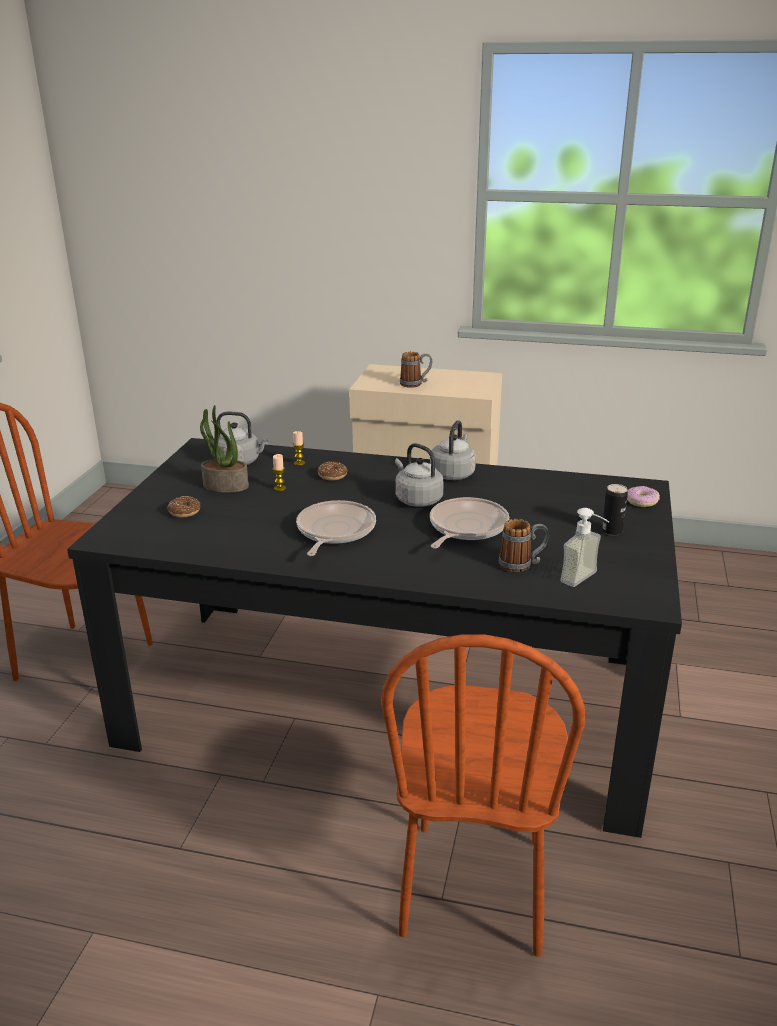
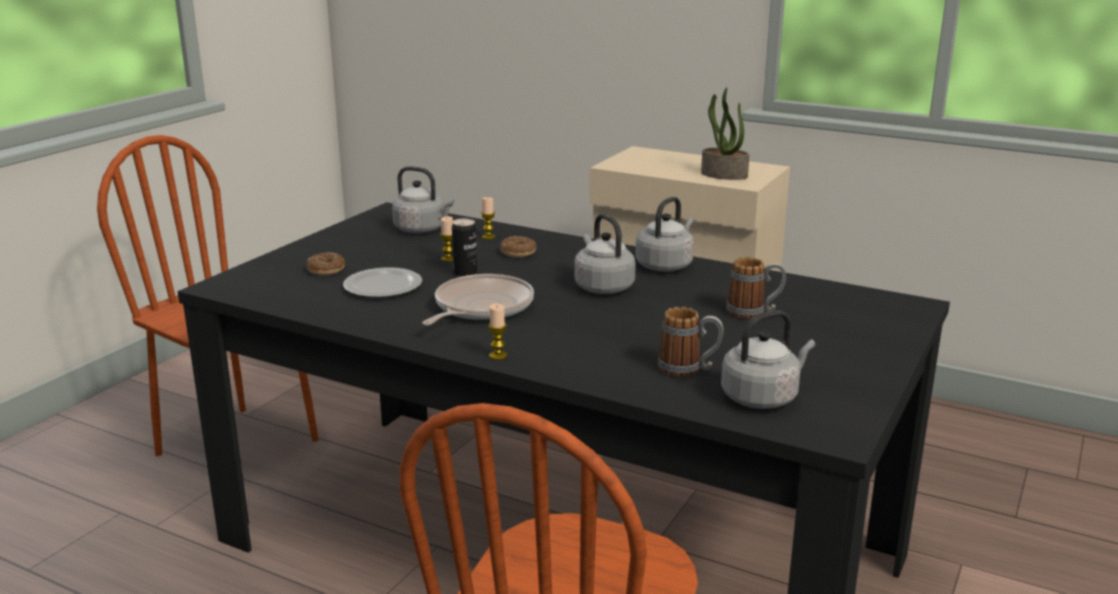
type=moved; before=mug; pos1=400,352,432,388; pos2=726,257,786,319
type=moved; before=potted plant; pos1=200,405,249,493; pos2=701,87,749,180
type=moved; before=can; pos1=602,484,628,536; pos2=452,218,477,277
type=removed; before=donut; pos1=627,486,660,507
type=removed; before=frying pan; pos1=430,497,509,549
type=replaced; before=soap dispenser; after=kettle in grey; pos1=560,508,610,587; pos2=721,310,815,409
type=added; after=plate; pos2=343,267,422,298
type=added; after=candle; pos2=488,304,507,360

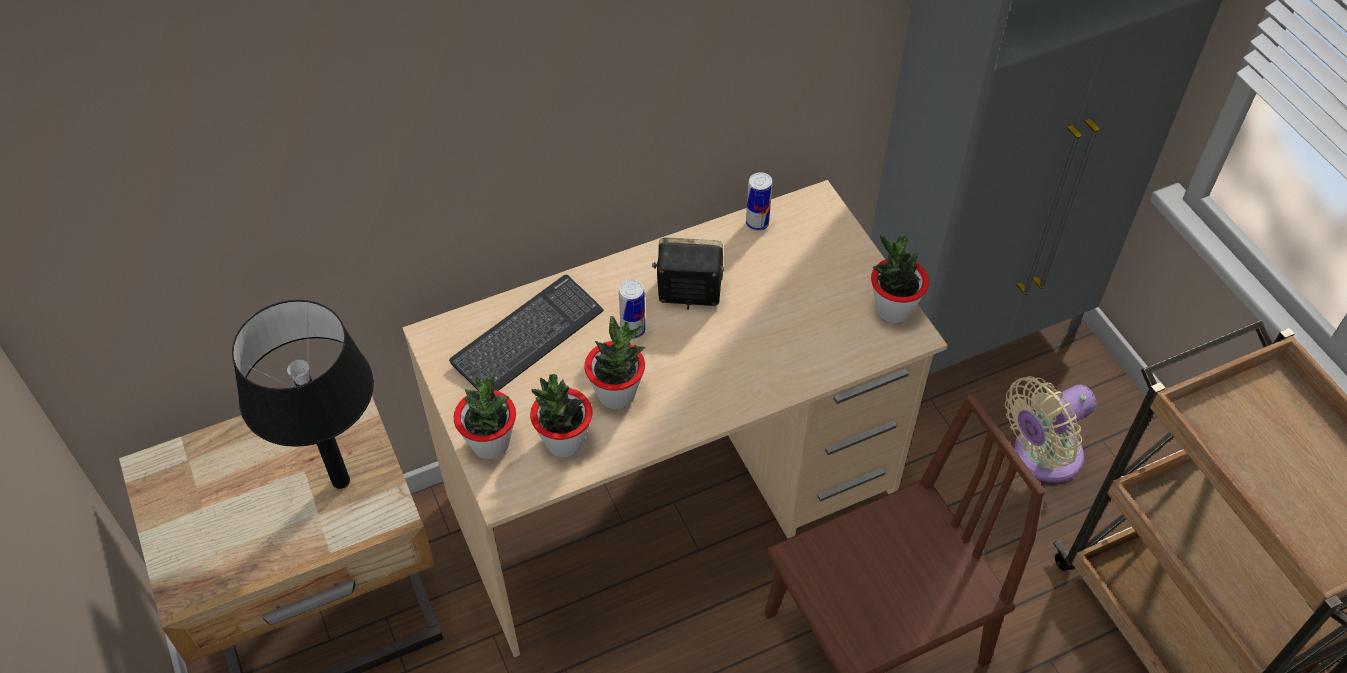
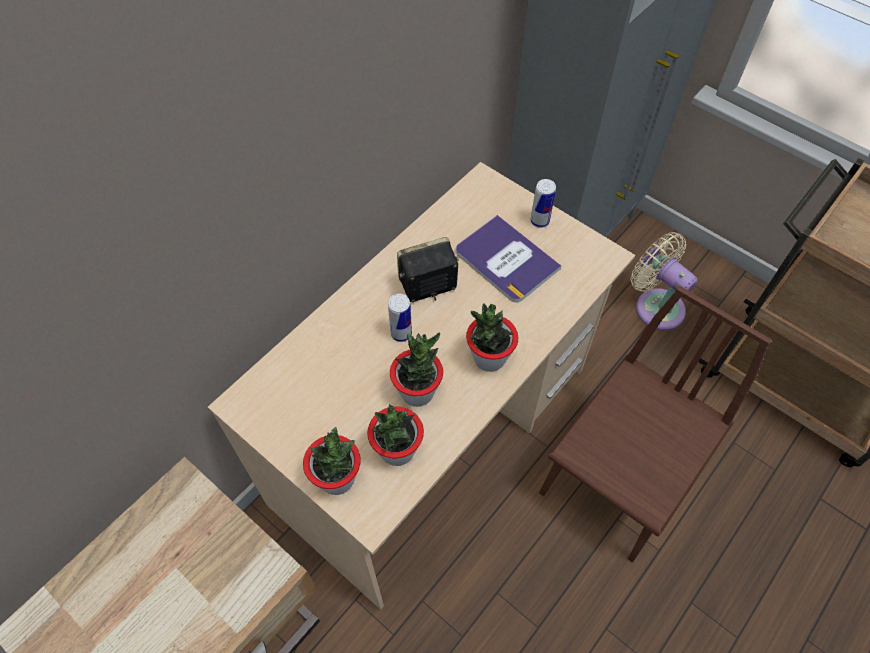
type=moved; before=can; pos1=746,172,772,231; pos2=530,179,556,228
type=moved; before=potted plant; pos1=871,234,929,323; pos2=466,303,518,372
type=removed; before=keyboard; pos1=449,275,604,391
type=removed; before=table lamp in black; pos1=232,300,374,489
type=turned; before=fan in beige; pos1=1005,376,1097,483; pos2=630,232,698,330; turn=105
type=added; after=book; pos2=456,215,561,303

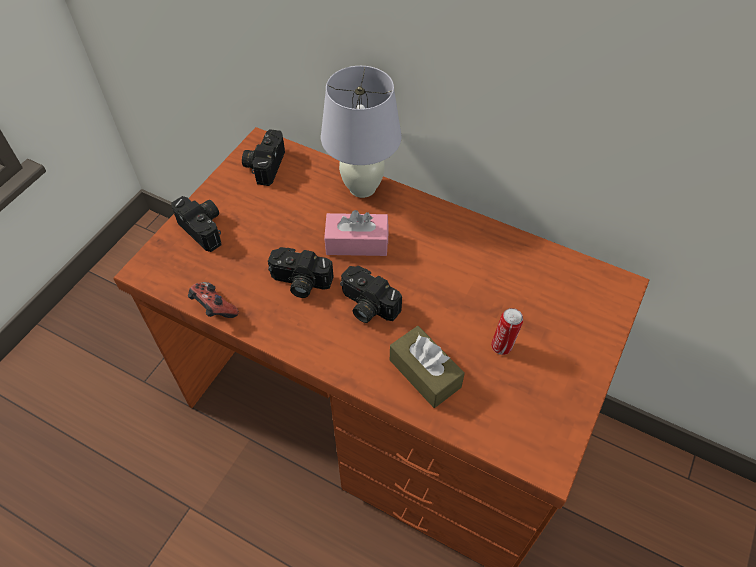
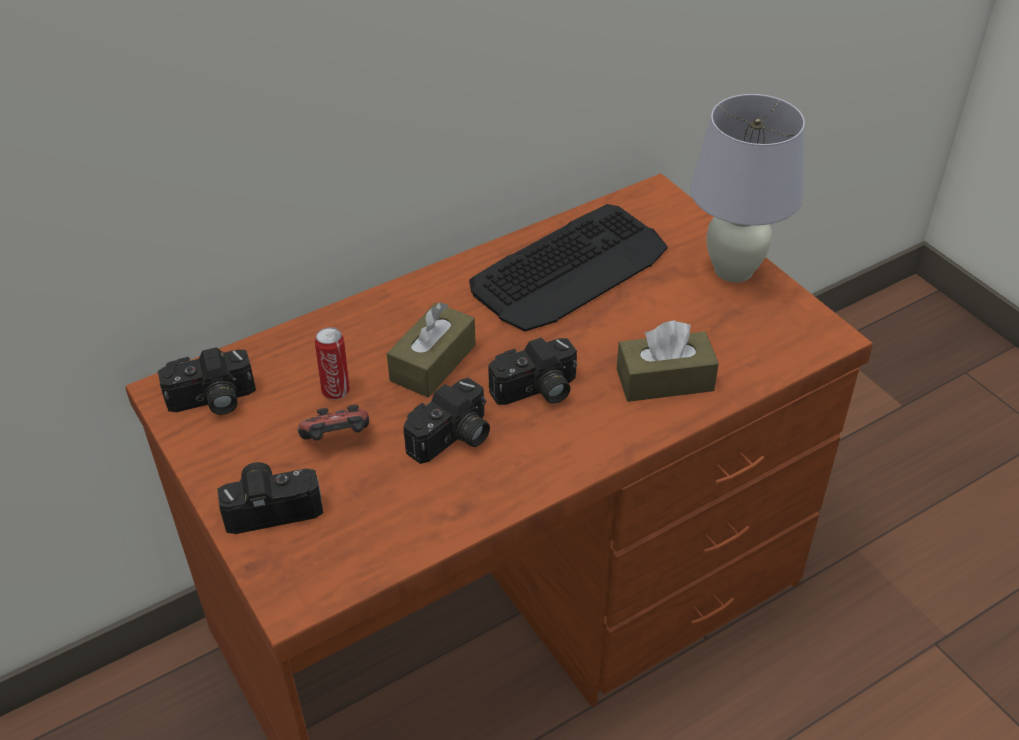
type=moved; before=table lamp in white; pos1=321,66,402,198; pos2=690,94,805,283
type=turned; before=photo camera; pos1=242,129,285,186; pos2=158,347,256,415; turn=-60
type=recoloured; before=tissue box in pink; after=tissue box in brown; pos1=324,210,389,256; pos2=387,302,476,398
type=moved; before=game controller; pos1=188,282,239,318; pos2=298,405,369,441
type=moved; before=can; pos1=491,308,523,355; pos2=315,327,350,400
type=added; after=keyboard; pos2=469,204,668,332

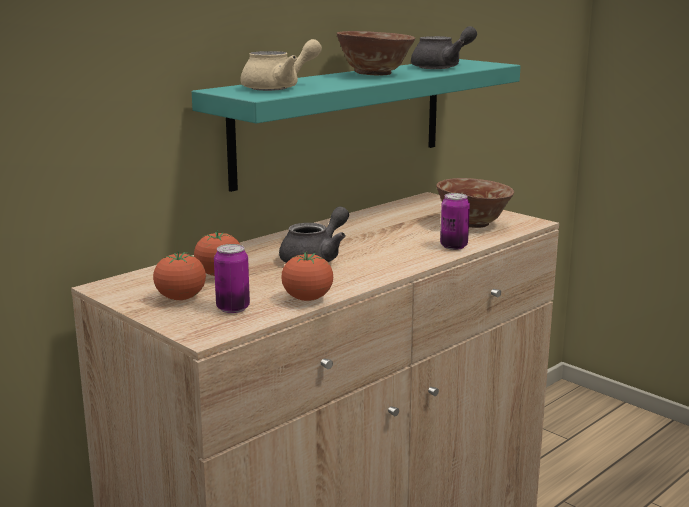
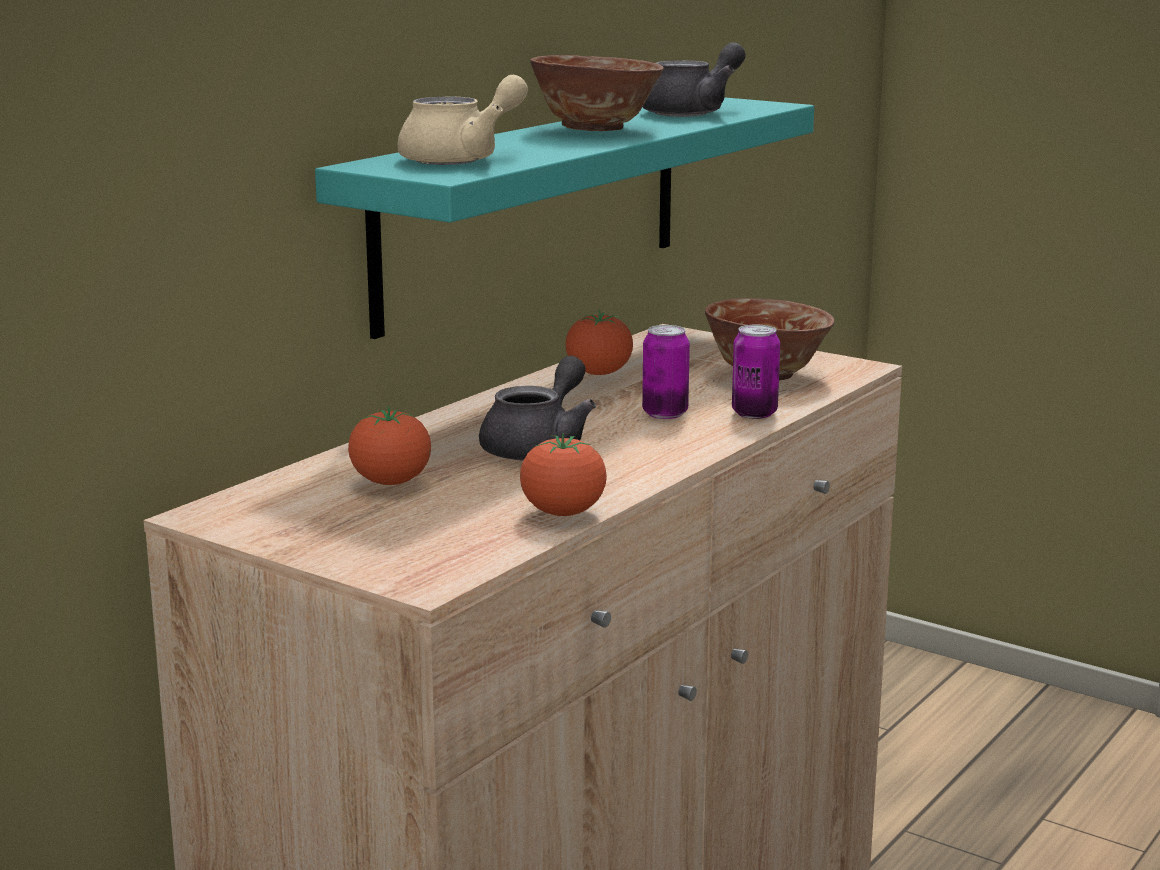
type=moved; before=can; pos1=214,244,250,313; pos2=642,325,690,419
type=moved; before=tomato; pos1=153,251,206,300; pos2=566,310,633,375

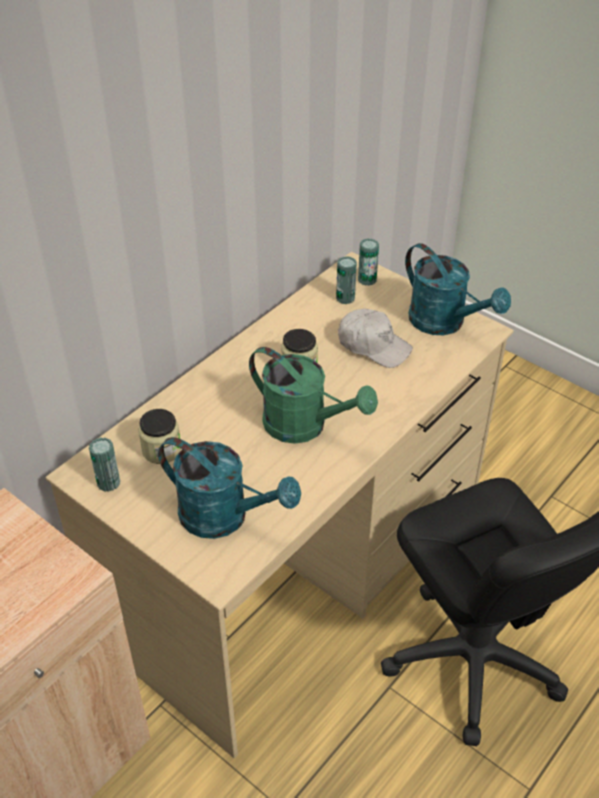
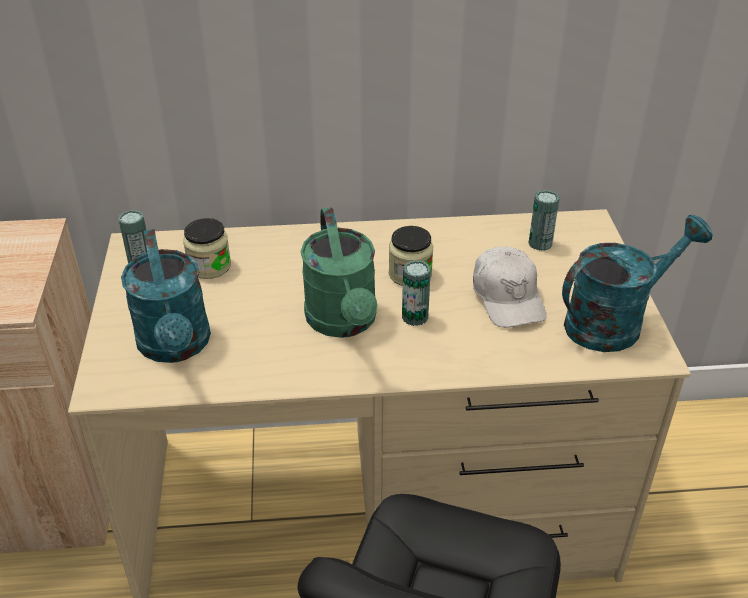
type=moved; before=can; pos1=358,238,379,286; pos2=402,260,431,326
type=turned; before=watering can in turquoise; pos1=405,243,511,335; pos2=562,215,713,352; turn=-120

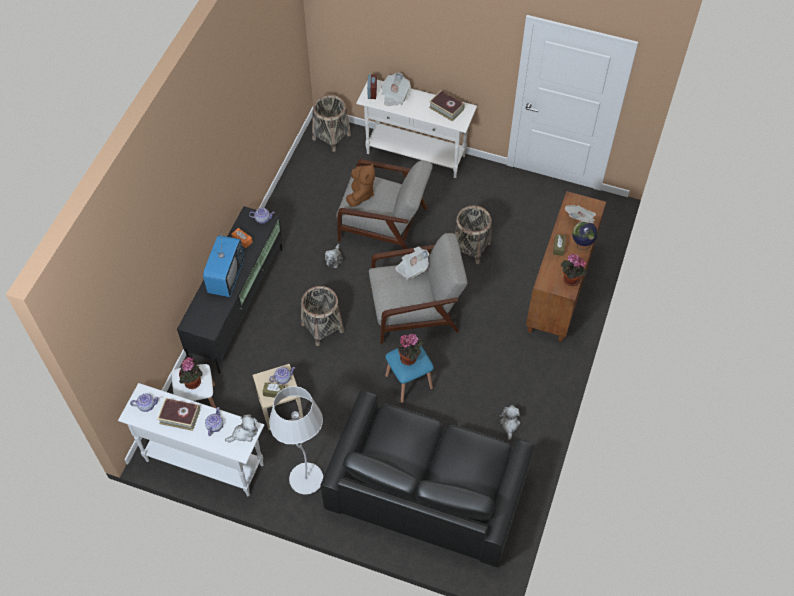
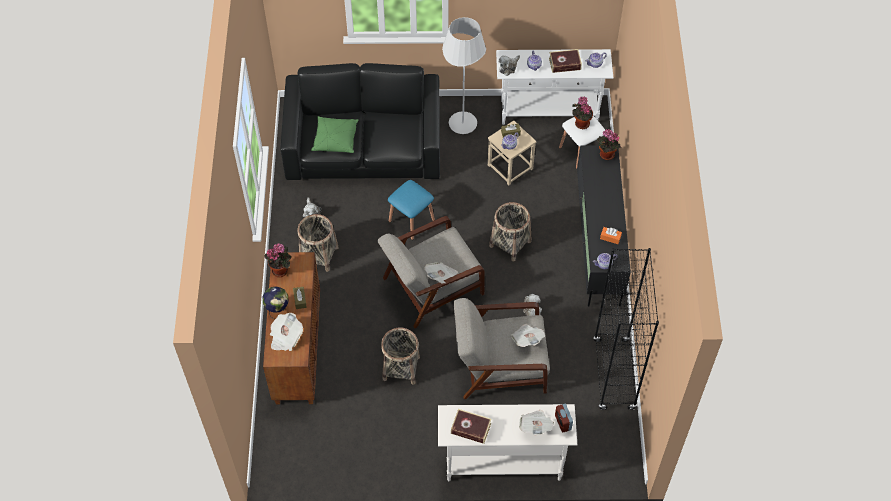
type=moved; before=basket; pos1=312,95,351,152; pos2=297,214,339,272
type=replaced; before=plush toy in brown; after=newspaper; pos1=346,163,375,207; pos2=511,324,545,347
type=removed; before=television; pos1=203,235,244,297
type=moved; before=potted plant; pos1=398,334,423,365; pos2=597,129,621,160
type=added; after=pillow in green; pos2=311,116,359,153
type=added; after=bookcase in black; pos2=593,248,659,410

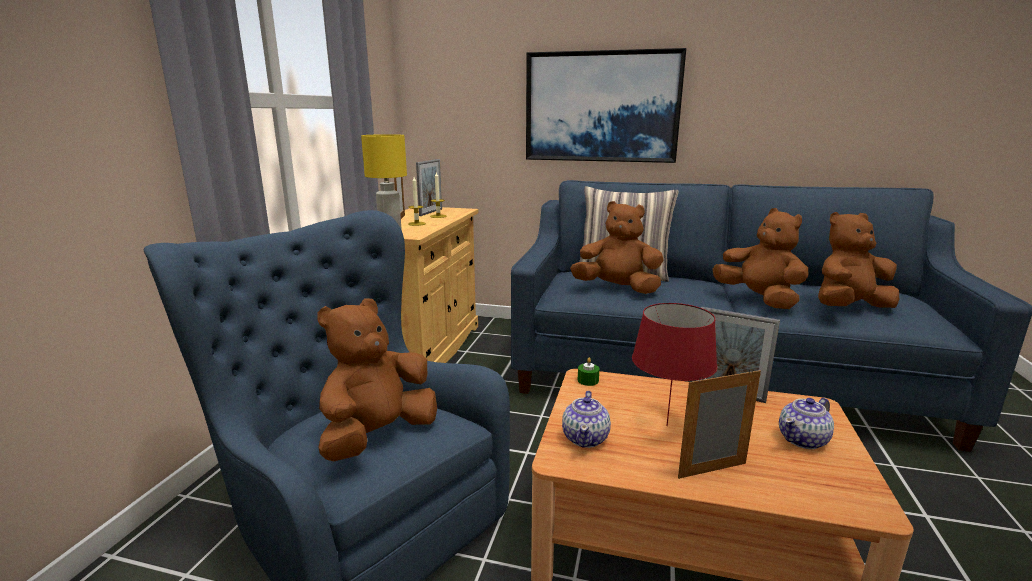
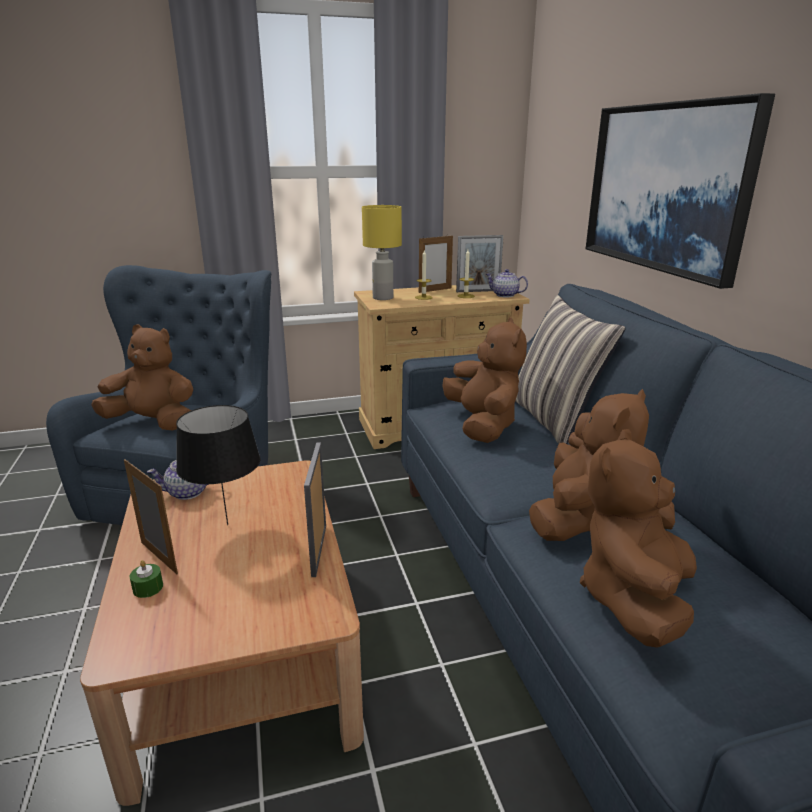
type=turned; before=plush toy in brown; pos1=818,212,899,308; pos2=580,429,697,648; turn=-105
type=recoloured; before=table lamp in red; after=table lamp in black; pos1=632,303,717,426; pos2=176,405,260,525
type=moved; before=candle in green; pos1=578,358,599,386; pos2=130,560,163,598
type=moved; before=teapot; pos1=779,398,834,449; pos2=486,269,528,297

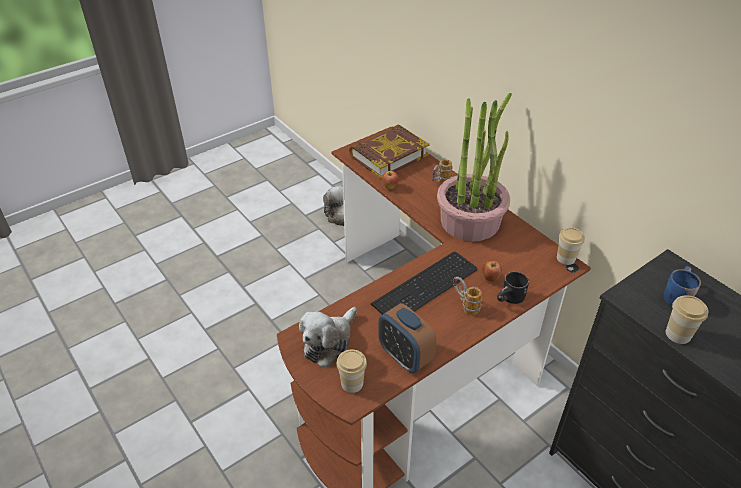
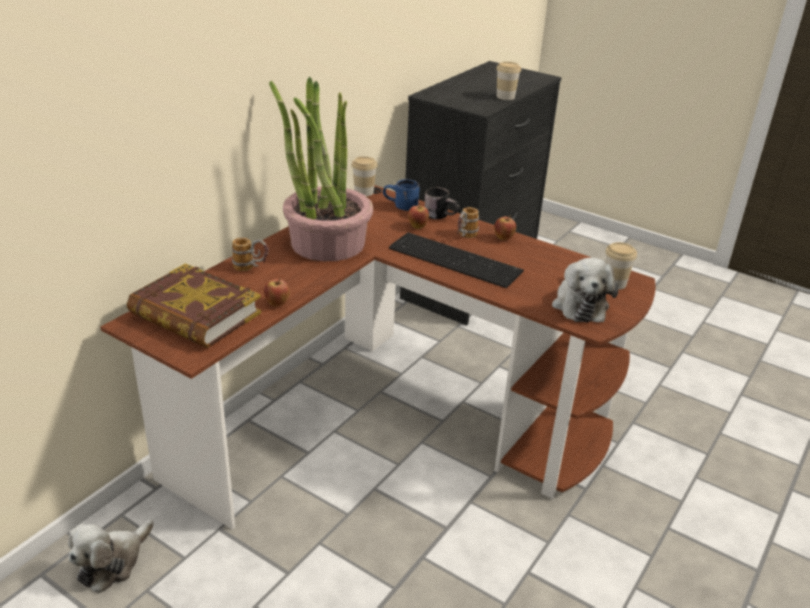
type=moved; before=mug in blue; pos1=664,266,701,305; pos2=383,179,419,211
type=removed; before=alarm clock; pos1=378,303,437,373
type=turned; before=plush toy; pos1=299,307,357,368; pos2=552,258,618,323; turn=75
type=added; after=apple; pos2=494,216,516,240

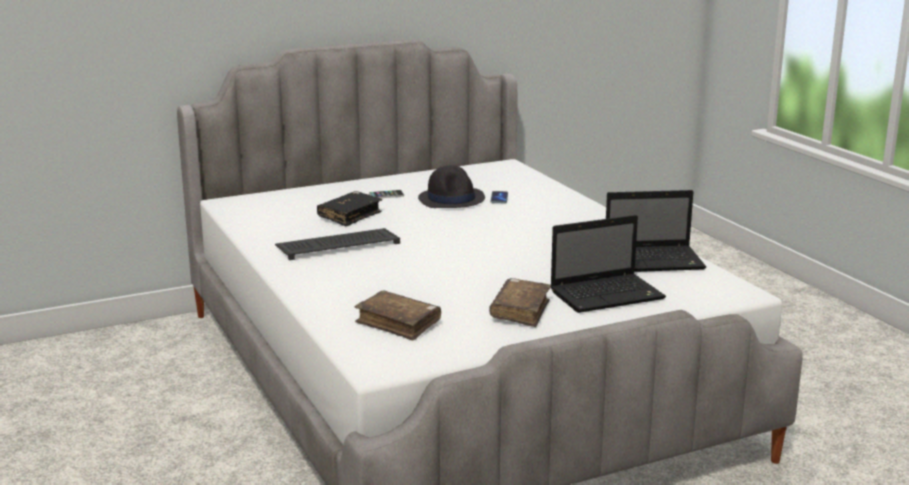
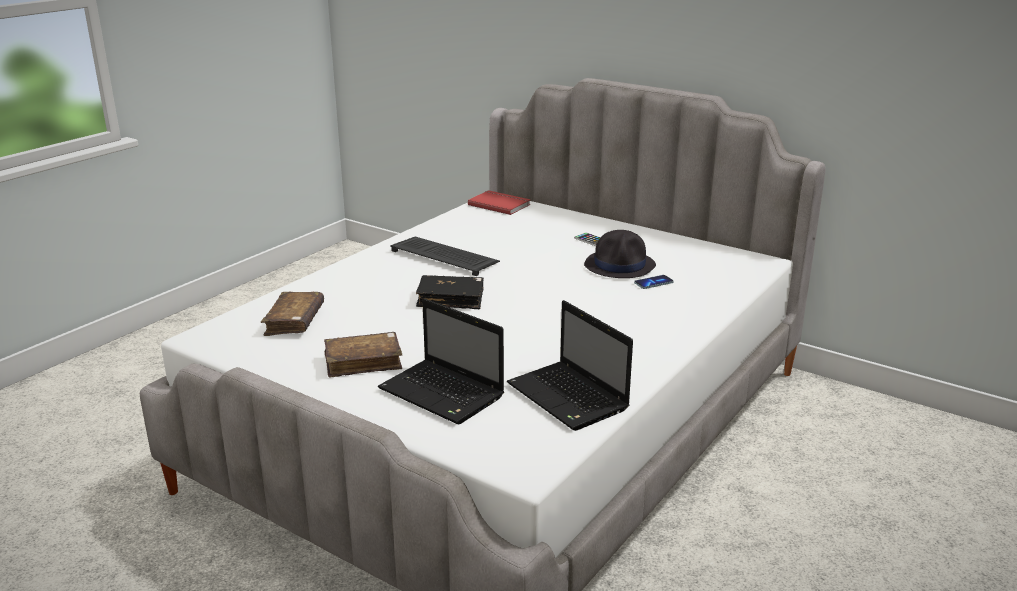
type=moved; before=book in black; pos1=317,191,382,226; pos2=416,275,484,309
type=added; after=book in red; pos2=468,190,531,215

